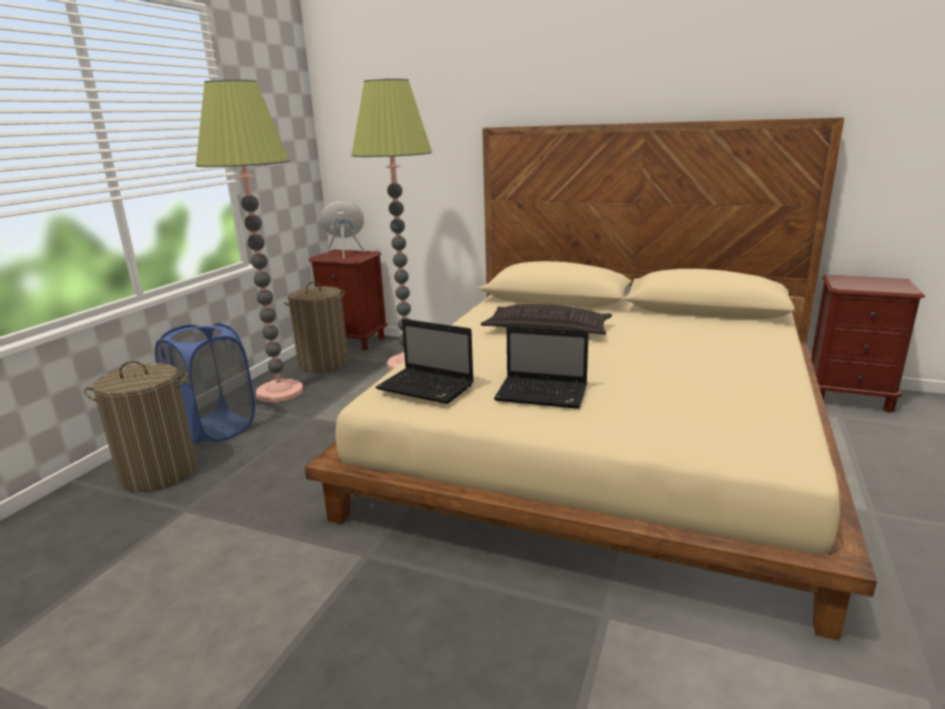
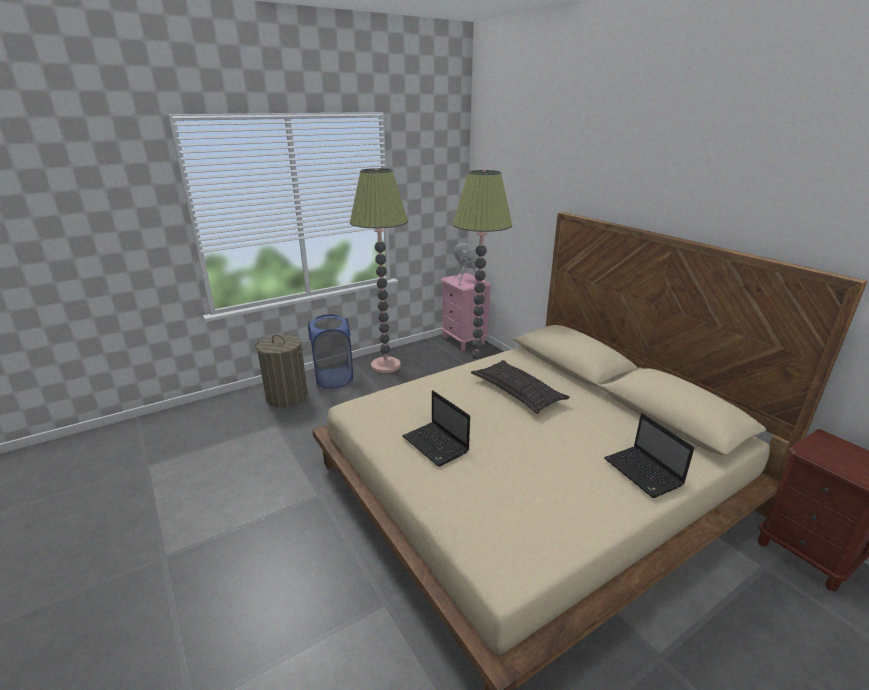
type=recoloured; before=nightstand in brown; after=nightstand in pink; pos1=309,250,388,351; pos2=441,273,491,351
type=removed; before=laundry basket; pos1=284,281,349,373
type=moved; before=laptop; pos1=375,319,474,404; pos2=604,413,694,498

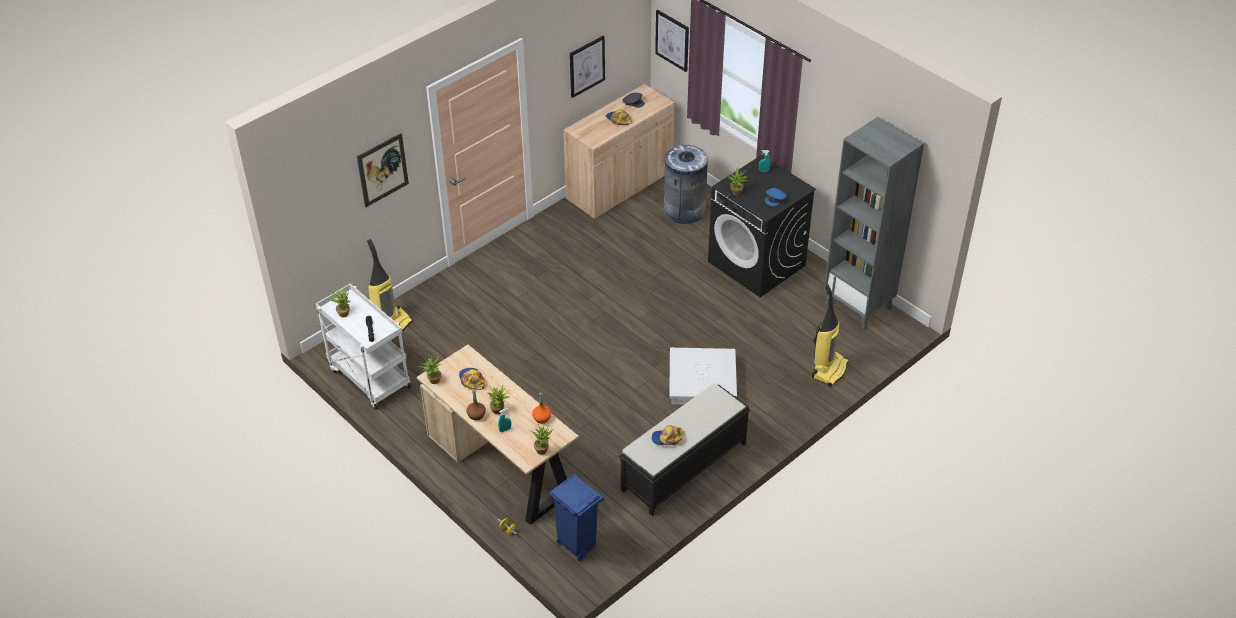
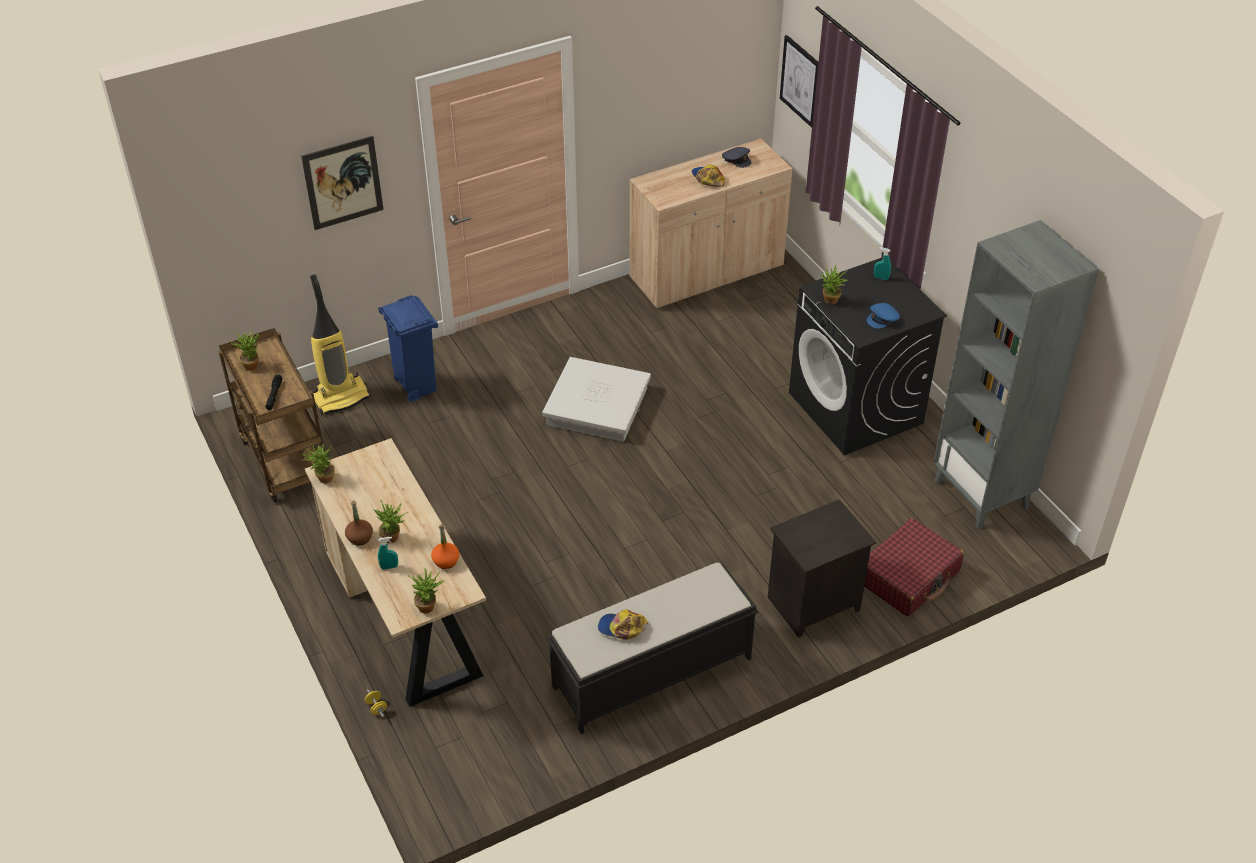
type=removed; before=picture; pos1=570,36,605,98
type=removed; before=trash can in grey; pos1=664,145,708,224
type=recoloured; before=cart in white; after=cart in brown; pos1=316,284,411,410; pos2=219,328,325,503
type=replaced; before=vacuum cleaner; after=suitcase in red; pos1=812,284,849,387; pos2=864,518,964,616
type=moved; before=storage box in white; pos1=669,348,737,405; pos2=542,357,651,442
type=removed; before=cap; pos1=459,368,485,390
type=moved; before=trash can in blue; pos1=549,474,604,561; pos2=378,295,438,402
type=added; after=nightstand in black; pos2=768,499,876,638

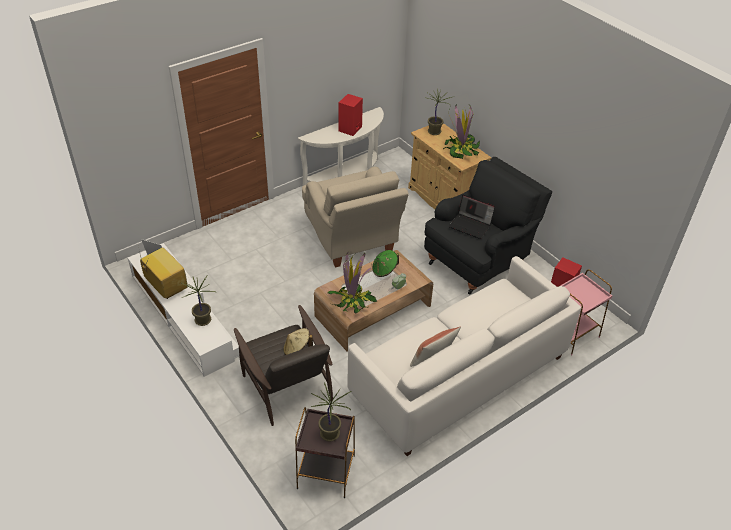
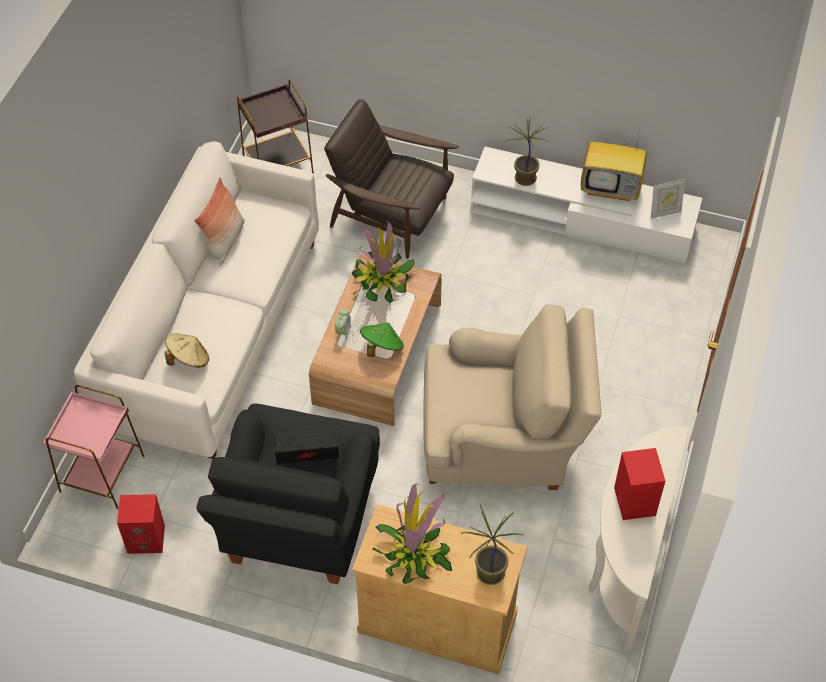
type=turned; before=armchair in beige; pos1=302,167,409,267; pos2=424,304,602,490; turn=150
type=moved; before=hat in beige; pos1=283,328,313,355; pos2=165,334,209,368
type=removed; before=potted plant; pos1=311,382,352,441

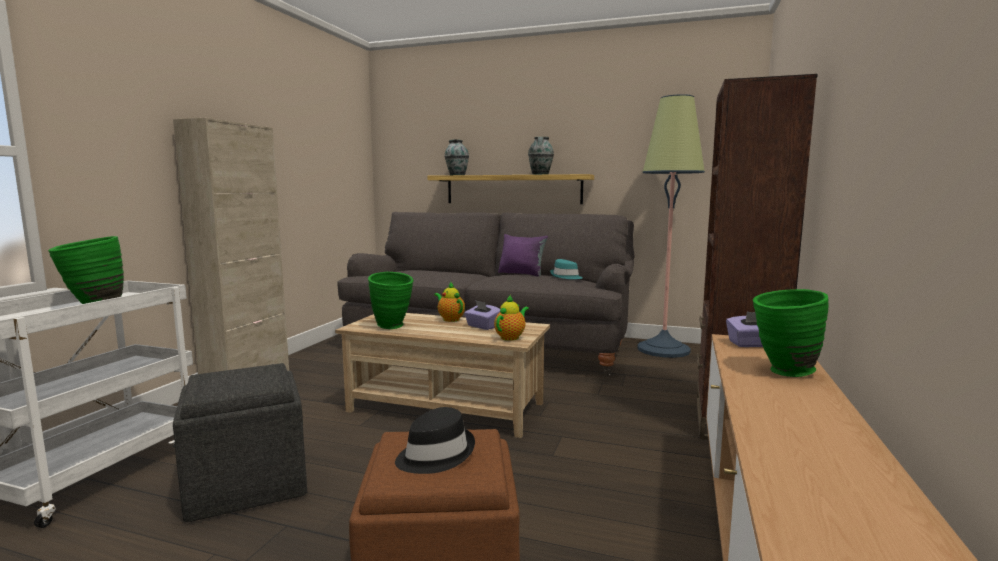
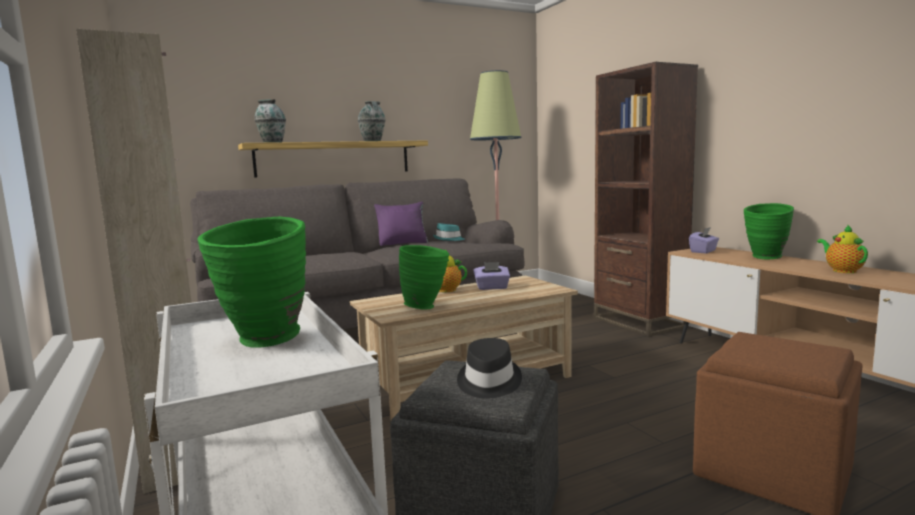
type=moved; before=teapot; pos1=494,295,529,341; pos2=817,225,868,273
type=moved; before=hat in black; pos1=395,407,475,474; pos2=457,338,522,399

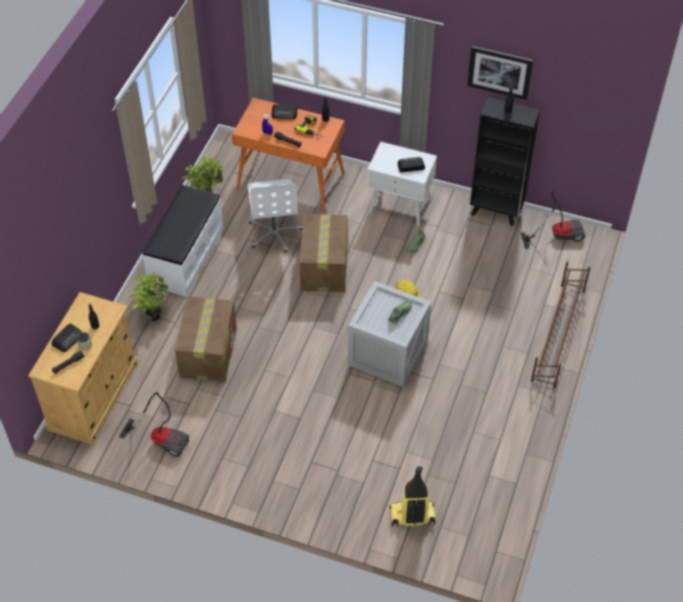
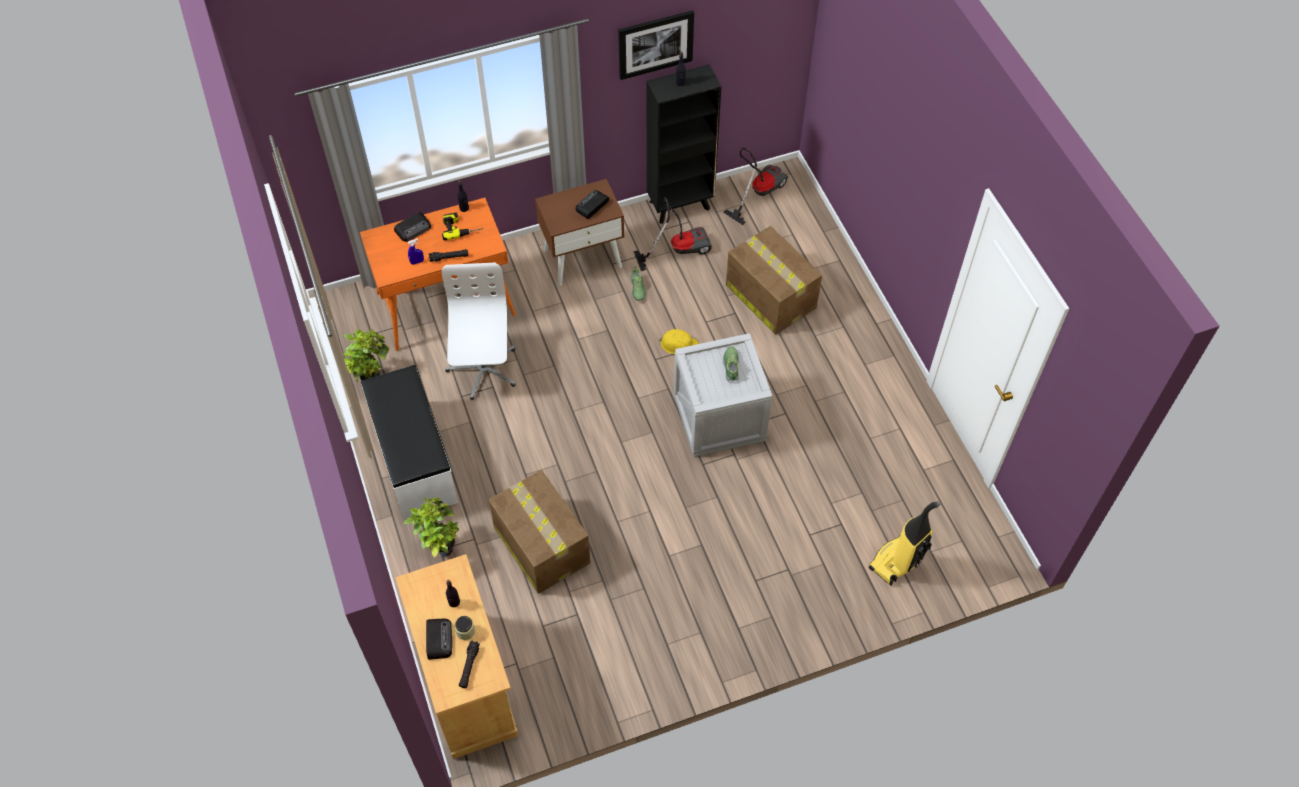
type=recoloured; before=nightstand in white; after=nightstand in brown; pos1=367,141,437,226; pos2=535,179,624,286
type=turned; before=office chair in white; pos1=248,179,302,252; pos2=442,263,515,400; turn=-135
type=moved; before=cardboard box; pos1=299,214,348,292; pos2=726,226,822,335
type=removed; before=shoe rack in brown; pos1=531,261,590,388
type=moved; before=vacuum cleaner; pos1=119,392,189,457; pos2=633,197,712,271

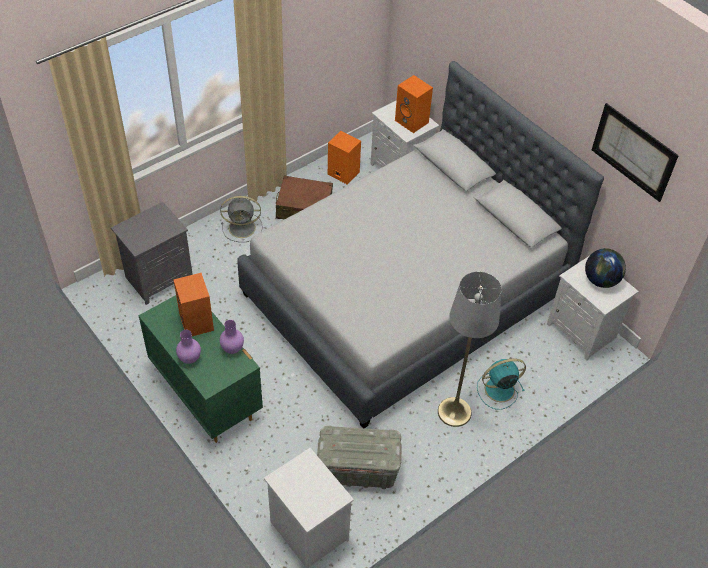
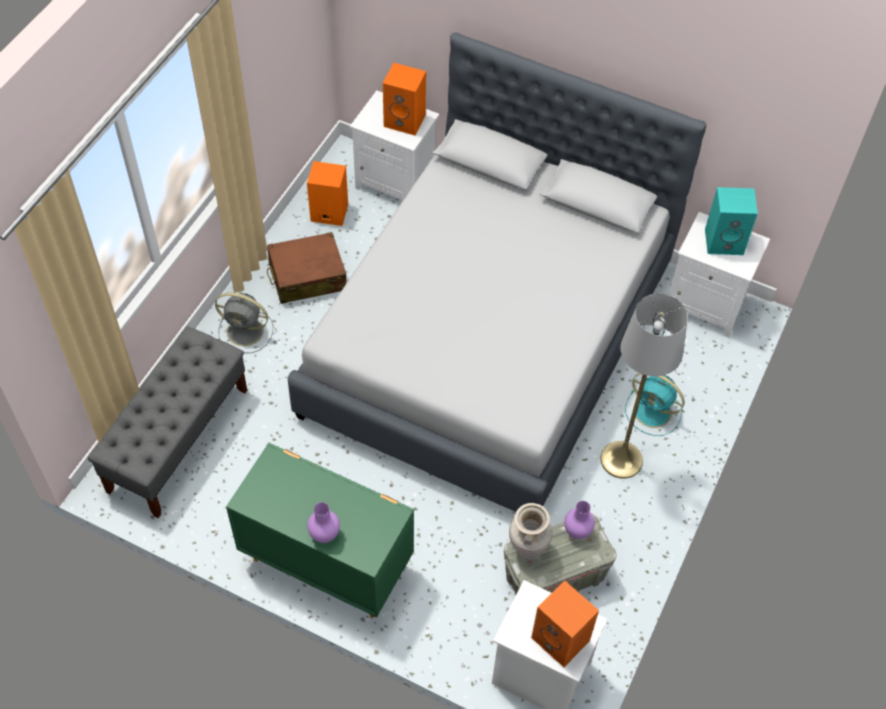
type=removed; before=picture; pos1=592,103,679,202
type=turned; before=fan in grey; pos1=220,196,263,242; pos2=215,293,273,353; turn=45
type=replaced; before=nightstand in grey; after=bench in grey; pos1=111,202,193,305; pos2=88,327,247,518
type=replaced; before=globe; after=speaker in turquoise; pos1=585,248,626,288; pos2=705,187,758,255
type=moved; before=speaker in orange; pos1=174,273,214,336; pos2=531,580,599,667
type=moved; before=vase in purple; pos1=220,320,244,354; pos2=564,501,595,539
type=turned; before=fan in turquoise; pos1=477,358,526,410; pos2=625,373,685,436; turn=-105
type=added; after=vase in beige; pos2=509,503,553,560

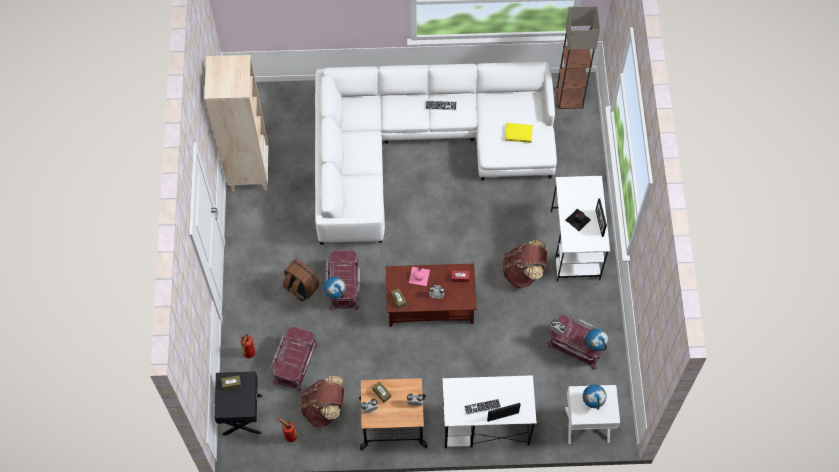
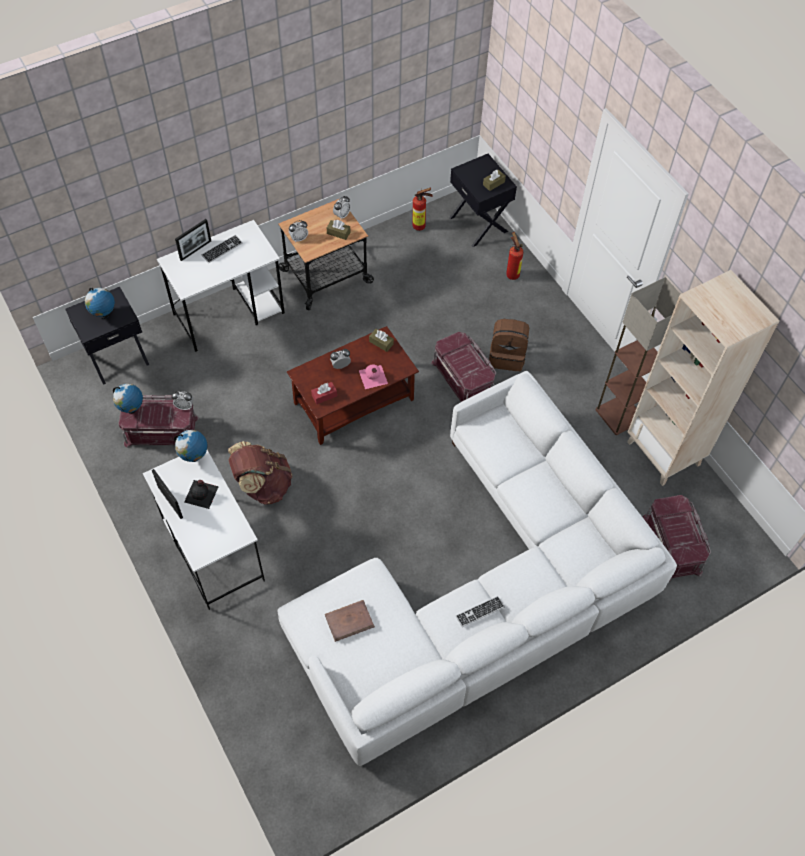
type=moved; before=floor lamp; pos1=556,6,600,109; pos2=595,277,680,435
type=recoloured; before=book in yellow; after=book in brown; pos1=505,123,533,143; pos2=325,600,375,642
type=moved; before=globe; pos1=324,277,346,299; pos2=174,430,207,462
type=moved; before=storage box in red; pos1=271,326,319,392; pos2=643,495,711,583
type=removed; before=backpack in brown; pos1=300,376,344,427
type=recoloured; before=nightstand in white; after=nightstand in black; pos1=565,385,620,444; pos2=65,287,149,385

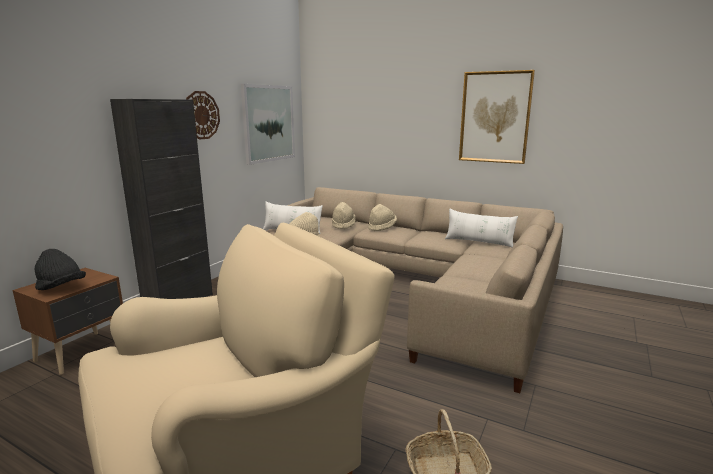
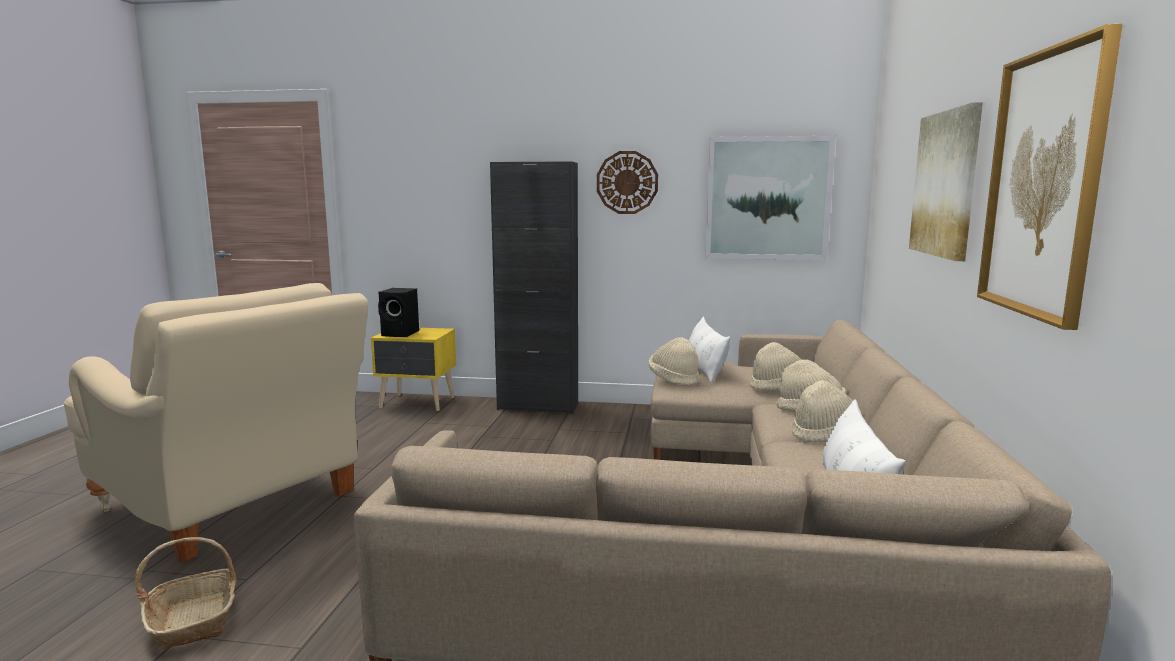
type=replaced; before=hat in black; after=speaker in black; pos1=35,249,86,290; pos2=378,288,419,337
type=recoloured; before=nightstand in brown; after=nightstand in yellow; pos1=12,268,123,375; pos2=371,328,456,411
type=added; after=picture; pos2=909,102,983,261
type=added; after=hat in beige; pos2=792,380,862,442

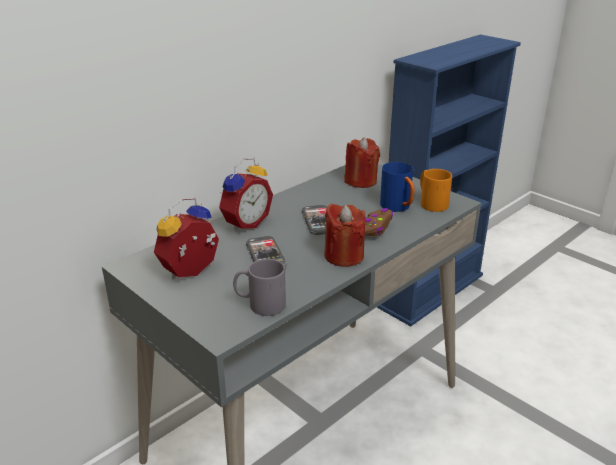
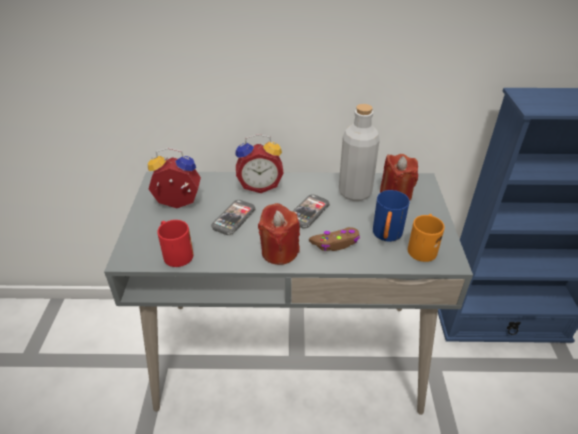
type=recoloured; before=mug in grey; after=mug in red; pos1=233,259,286,316; pos2=157,220,193,267
type=added; after=bottle in grey; pos2=339,104,380,201

